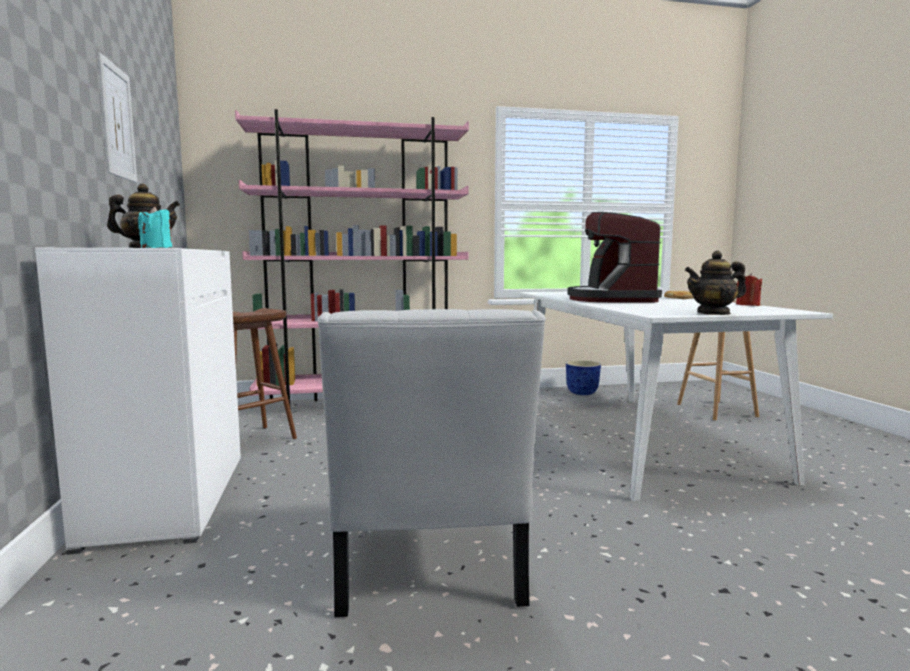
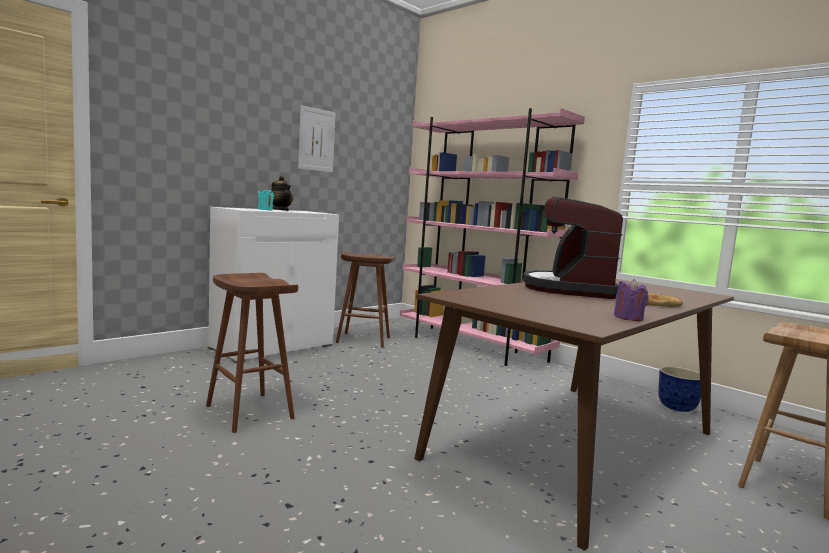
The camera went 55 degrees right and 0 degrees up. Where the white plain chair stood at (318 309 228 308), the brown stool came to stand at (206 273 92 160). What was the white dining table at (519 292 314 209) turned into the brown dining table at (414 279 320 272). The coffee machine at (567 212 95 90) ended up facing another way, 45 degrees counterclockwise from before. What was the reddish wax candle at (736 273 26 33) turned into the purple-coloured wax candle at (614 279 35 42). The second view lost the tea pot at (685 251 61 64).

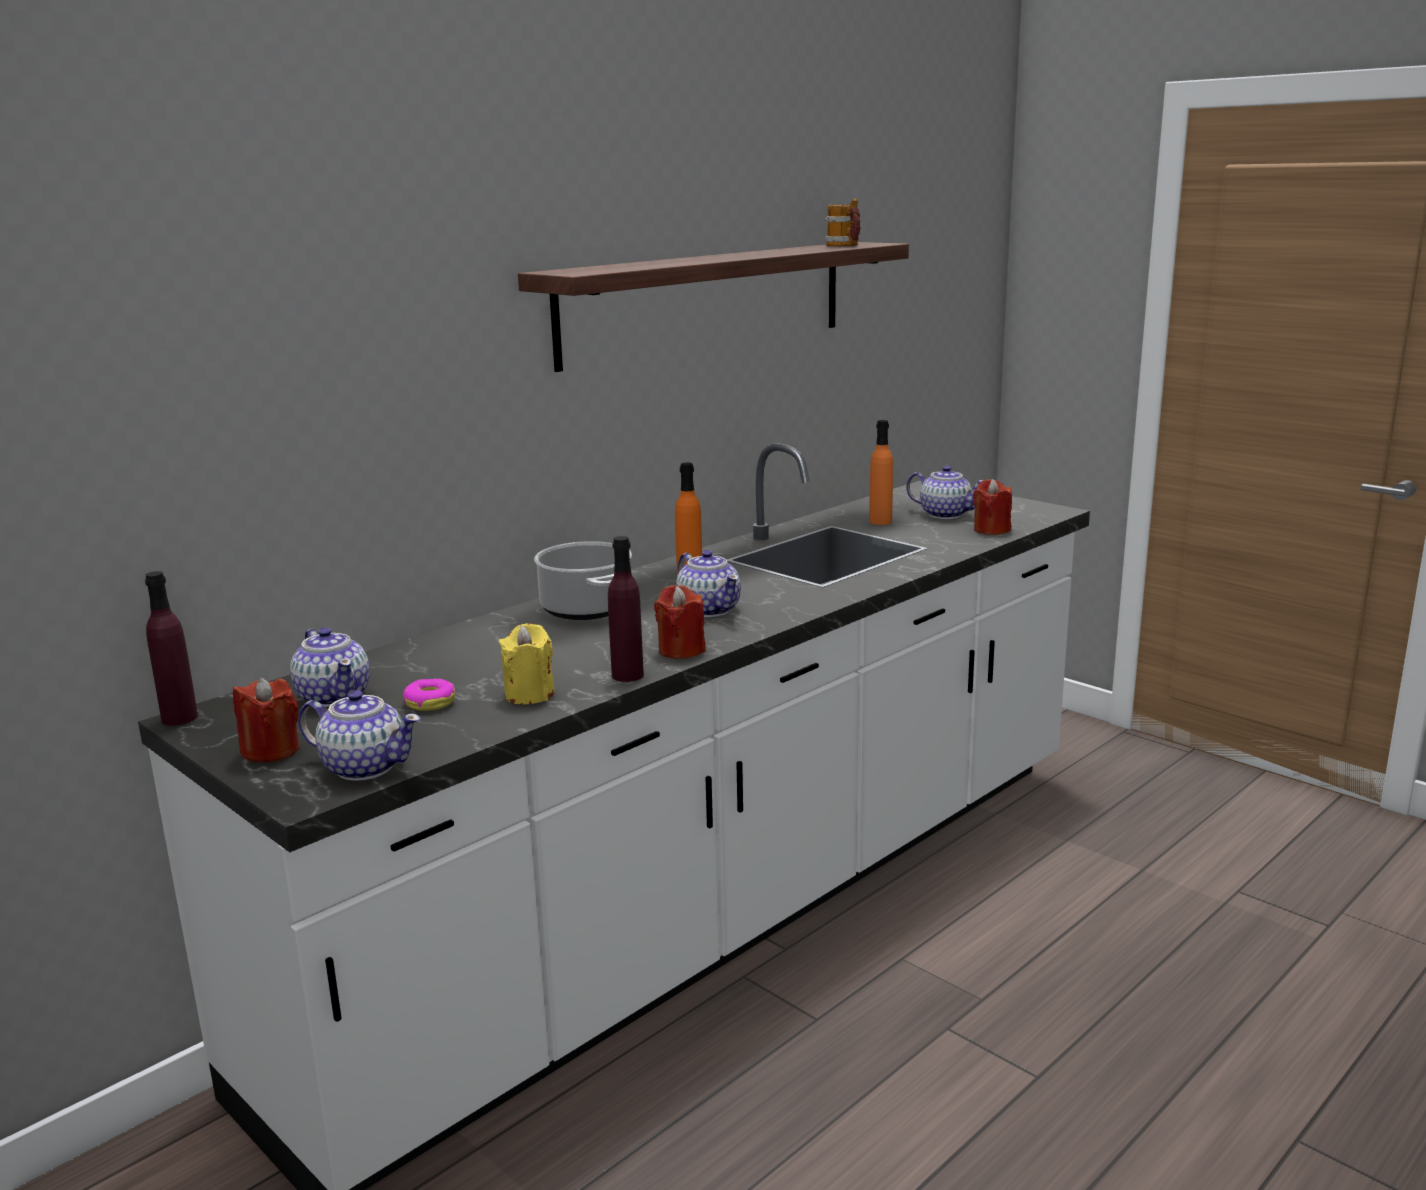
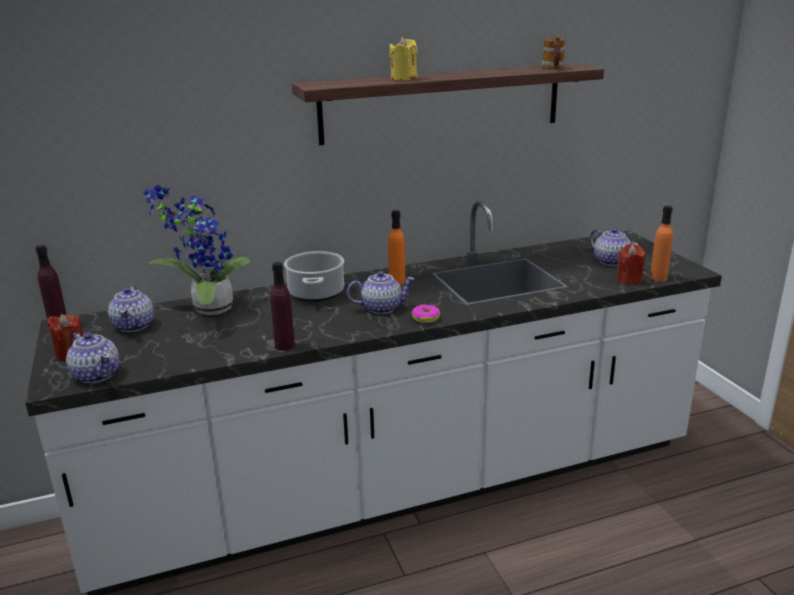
The camera went 25 degrees right and 5 degrees up. The second view gained the plant in a pot at (143 184 108 131). The tea pot at (676 550 65 67) ended up facing another way, 90 degrees counterclockwise from before. The yellowish wax candle ended up elsewhere, having gone from (499 623 56 81) to (389 37 29 43). The ring doughnut ended up elsewhere, having gone from (403 679 52 32) to (412 304 28 19). The orange beverage bottle ended up elsewhere, having gone from (869 420 24 105) to (650 206 23 76). The second view lost the reddish wax candle at (654 585 52 74).

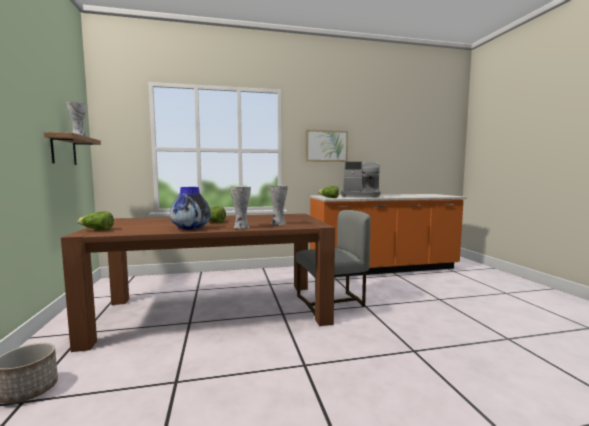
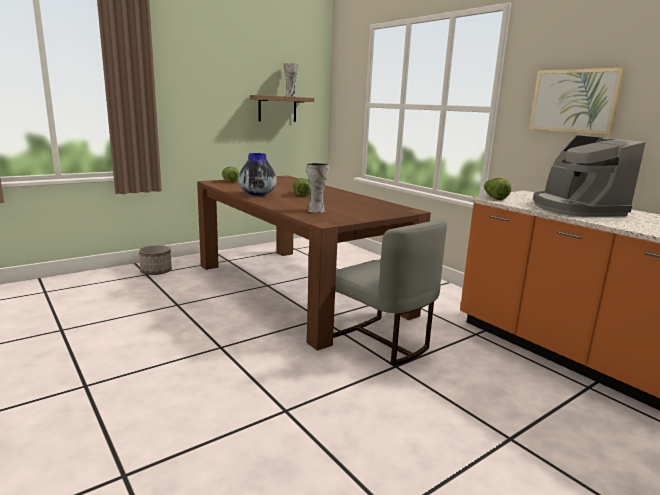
The camera went 65 degrees right and 10 degrees up. The second view lost the vase at (230 187 21 42).

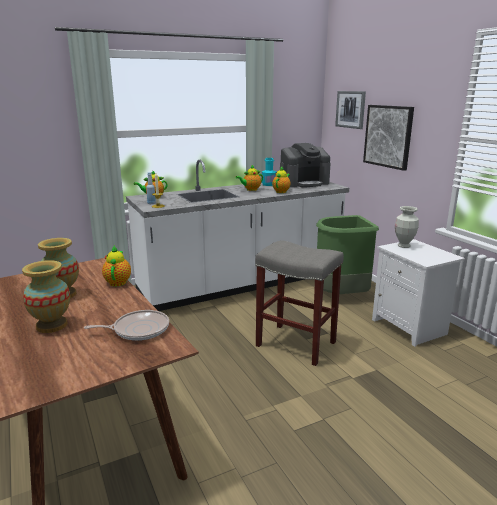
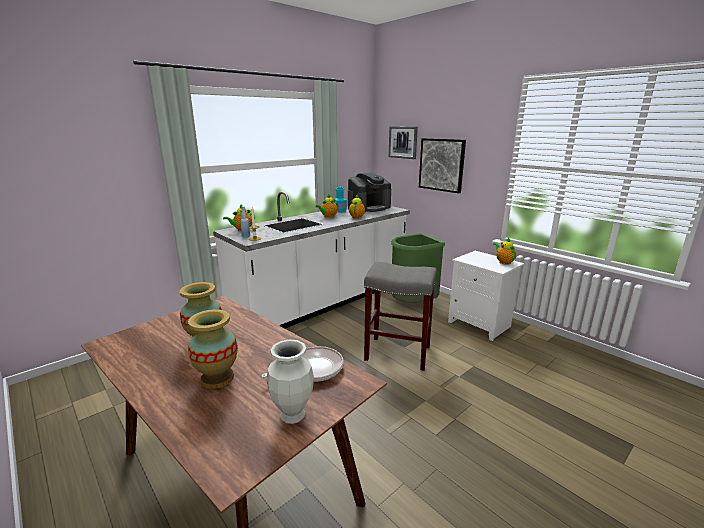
The camera went 15 degrees left and 0 degrees up. The vase ended up elsewhere, having gone from (395 206 24 42) to (267 340 47 84). The tea pot ended up elsewhere, having gone from (102 245 29 41) to (493 238 23 27).

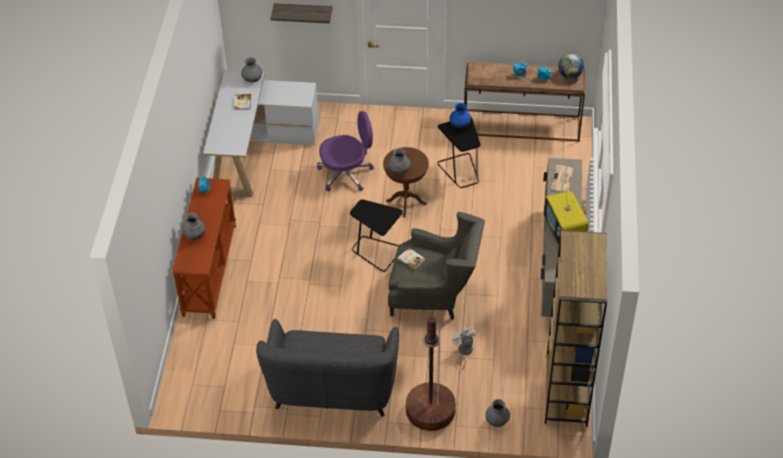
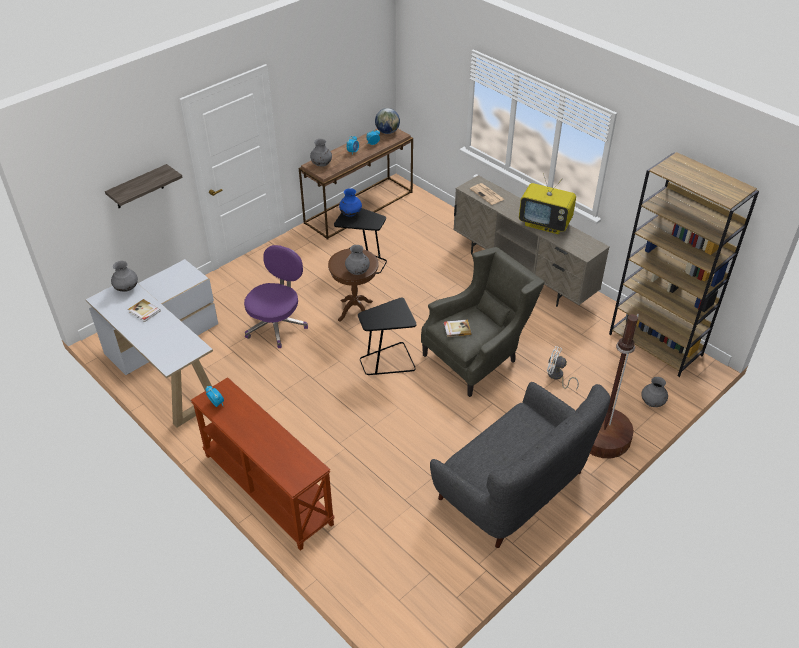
The camera went 50 degrees left and 5 degrees down. The greyish vase ended up elsewhere, having gone from (182 213 23 27) to (310 139 22 28).

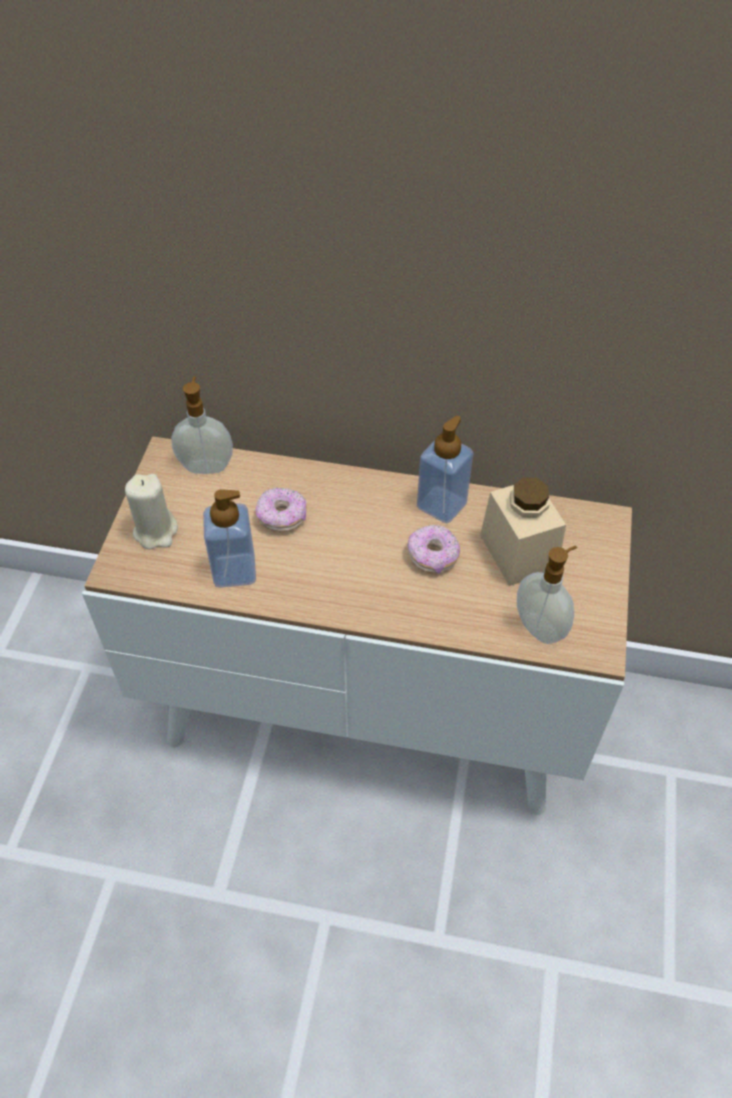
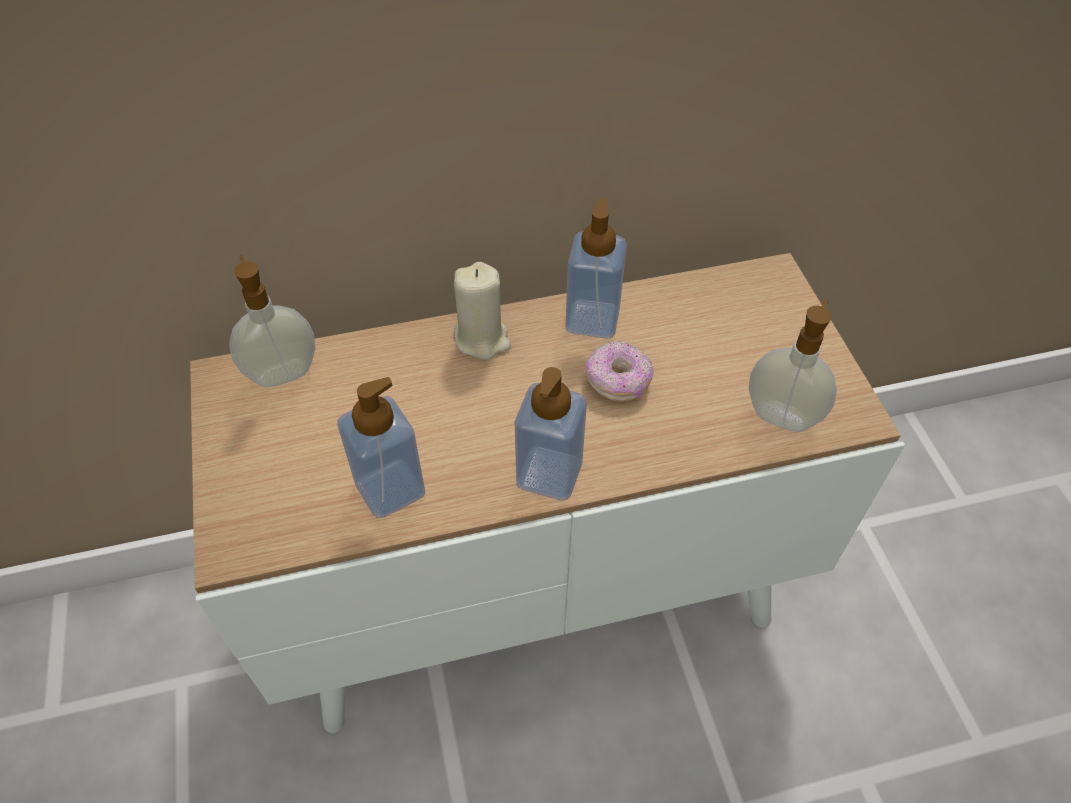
The camera went 25 degrees left and 0 degrees up. The beige wax candle ended up elsewhere, having gone from (125 474 53 75) to (454 262 57 98). The second view gained the soap dispenser at (515 367 72 133). The second view lost the ring doughnut at (256 488 51 44). The second view lost the beige jar at (480 478 86 108).

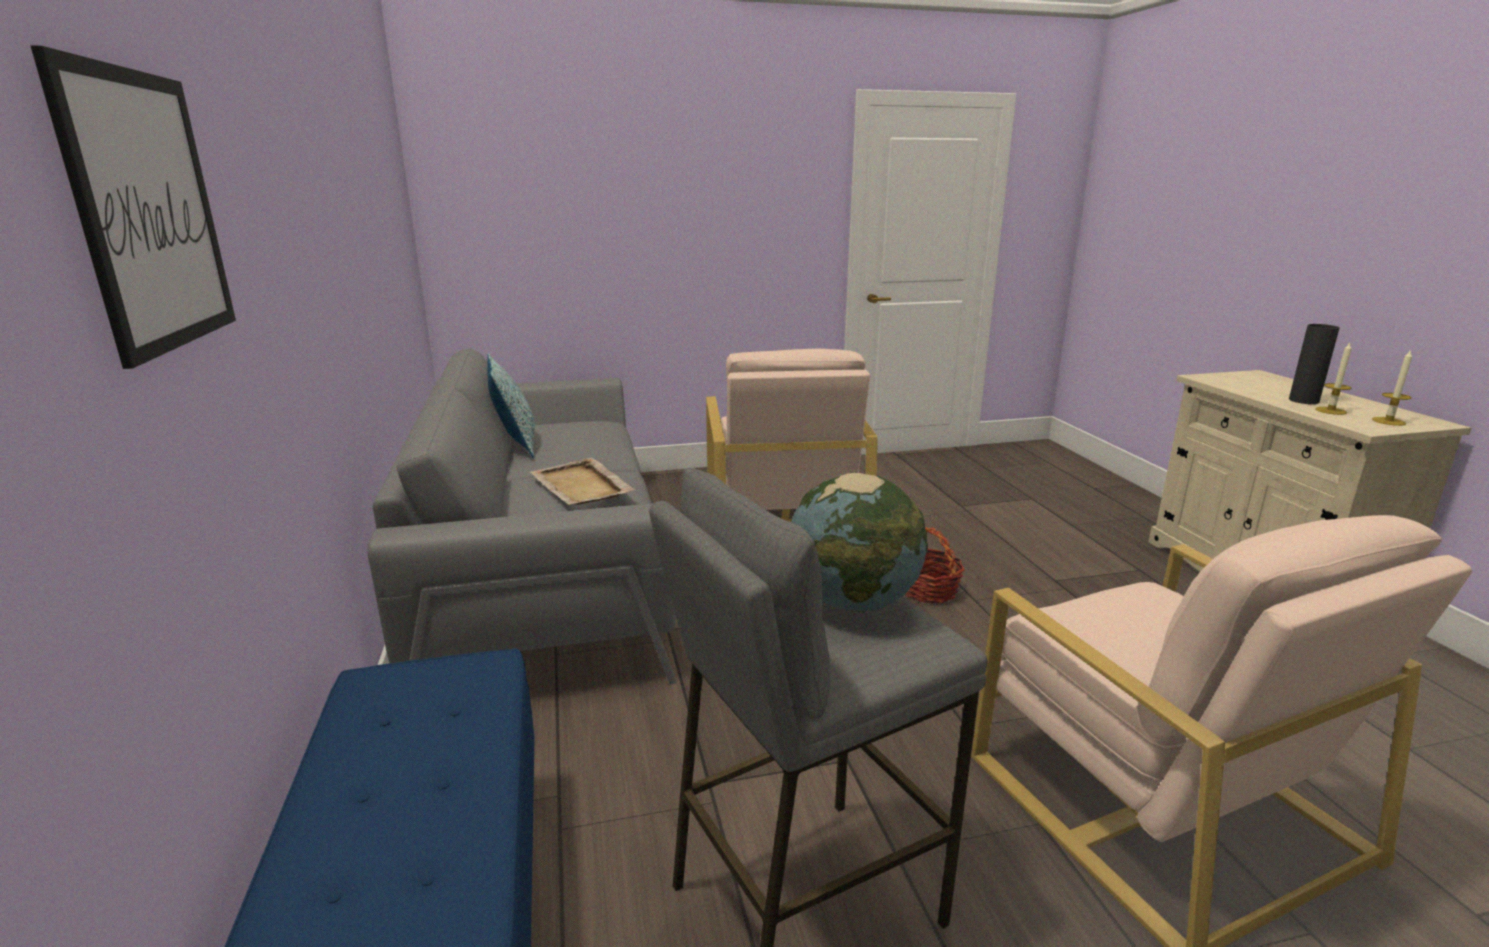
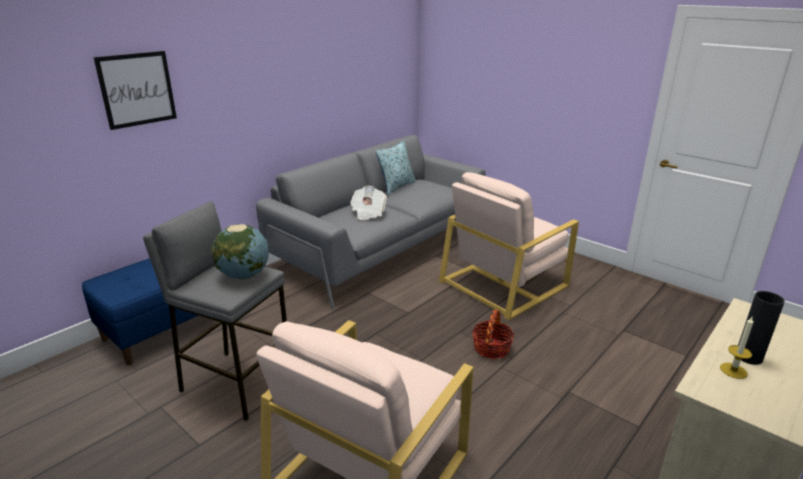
The camera went 55 degrees right and 5 degrees up. Where the beige carrying tray stood at (529 458 106 47), the printed paper came to stand at (350 186 37 34). The second view lost the wax candle at (1372 350 41 76).

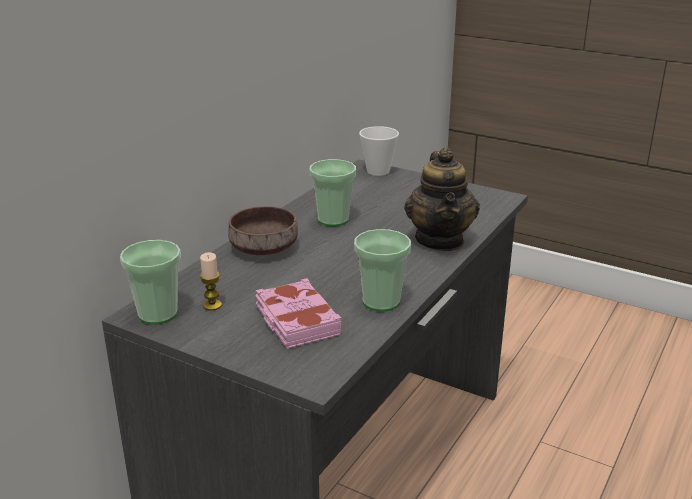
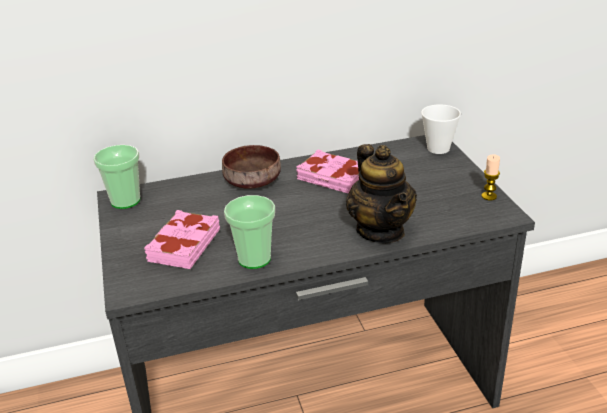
The camera went 45 degrees right and 5 degrees up. Where the cup stood at (310 159 46 68), the pink-coloured volume came to stand at (297 149 62 45). The tea pot at (404 147 76 104) ended up facing another way, 60 degrees counterclockwise from before. The wax candle ended up elsewhere, having gone from (200 252 22 59) to (481 154 19 46).

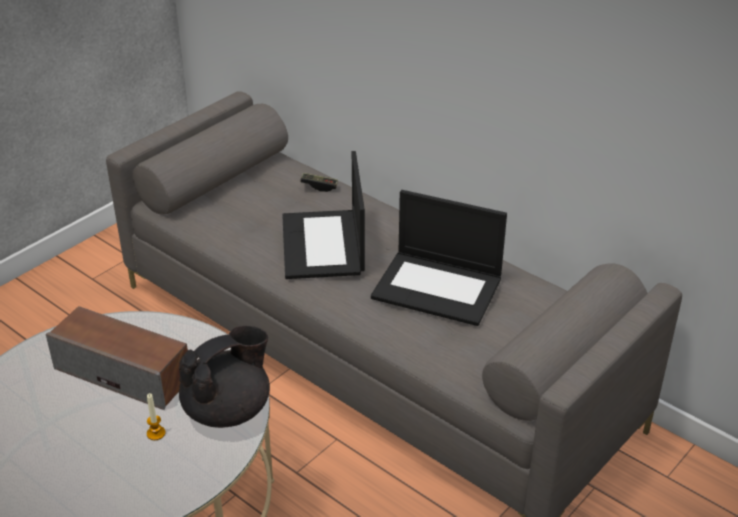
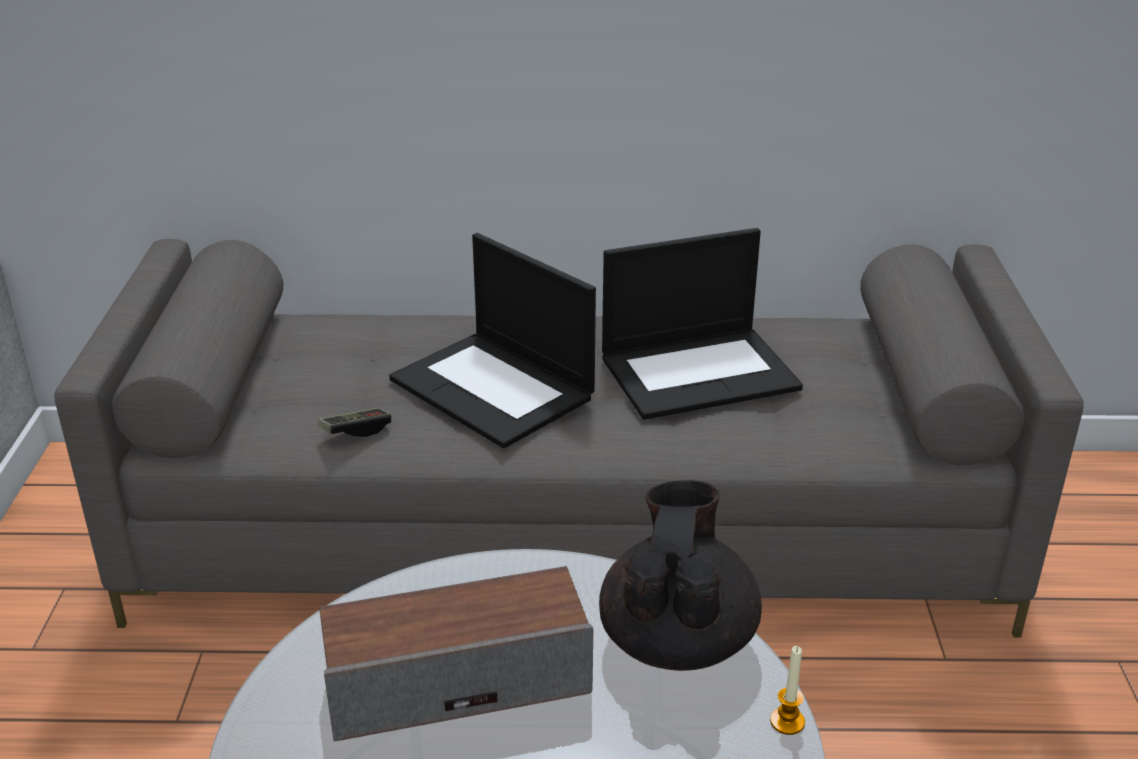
The camera went 40 degrees left and 5 degrees down. The game controller ended up elsewhere, having gone from (300 173 38 19) to (318 408 73 29). The wax candle ended up elsewhere, having gone from (147 393 18 47) to (770 646 35 89).

